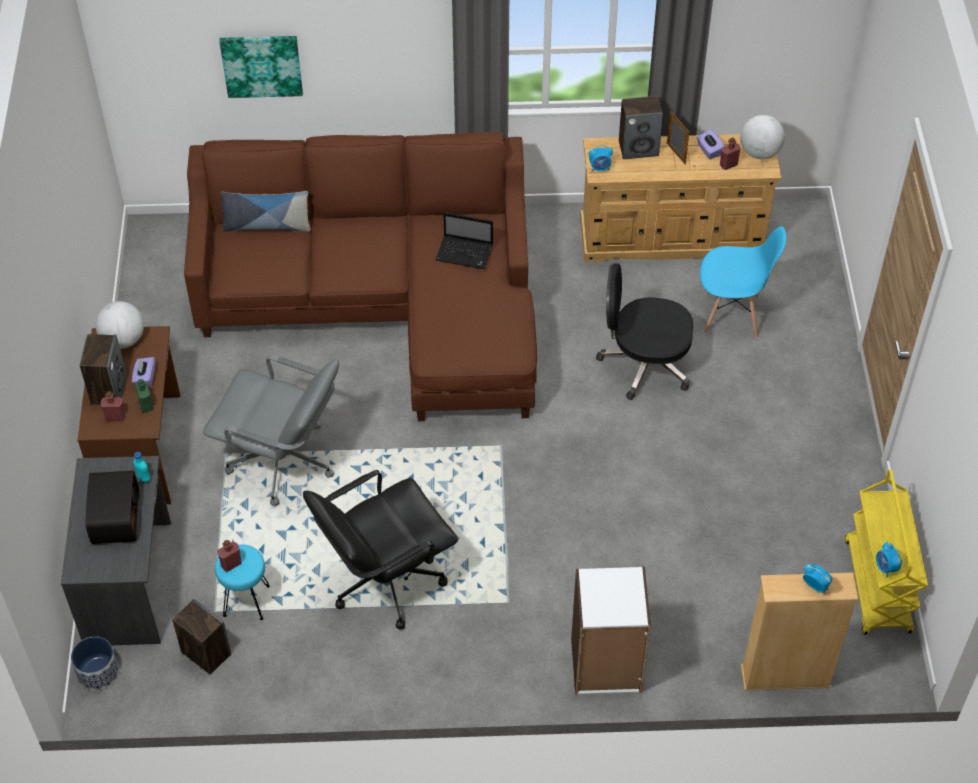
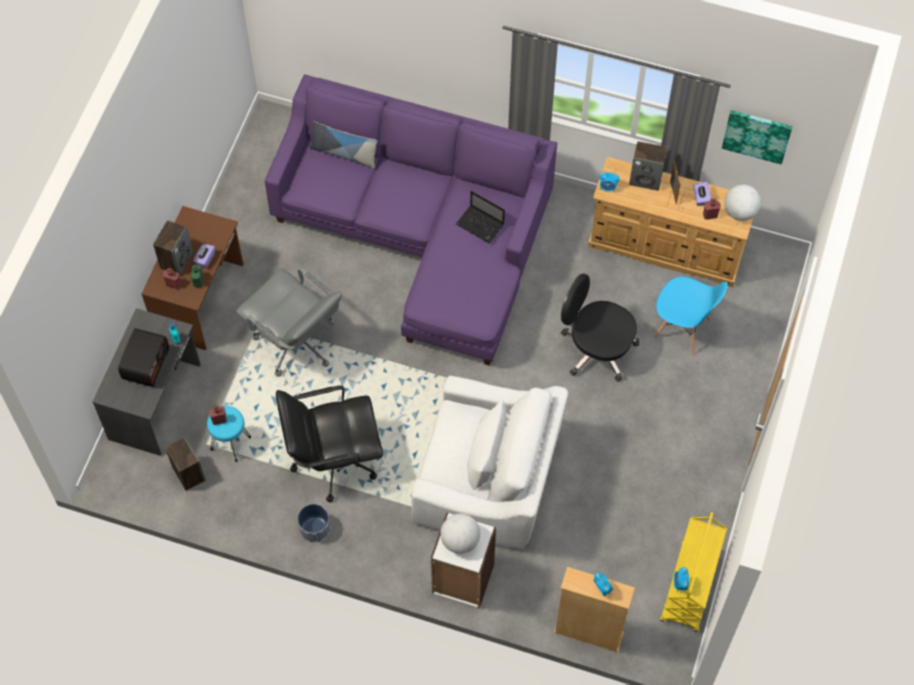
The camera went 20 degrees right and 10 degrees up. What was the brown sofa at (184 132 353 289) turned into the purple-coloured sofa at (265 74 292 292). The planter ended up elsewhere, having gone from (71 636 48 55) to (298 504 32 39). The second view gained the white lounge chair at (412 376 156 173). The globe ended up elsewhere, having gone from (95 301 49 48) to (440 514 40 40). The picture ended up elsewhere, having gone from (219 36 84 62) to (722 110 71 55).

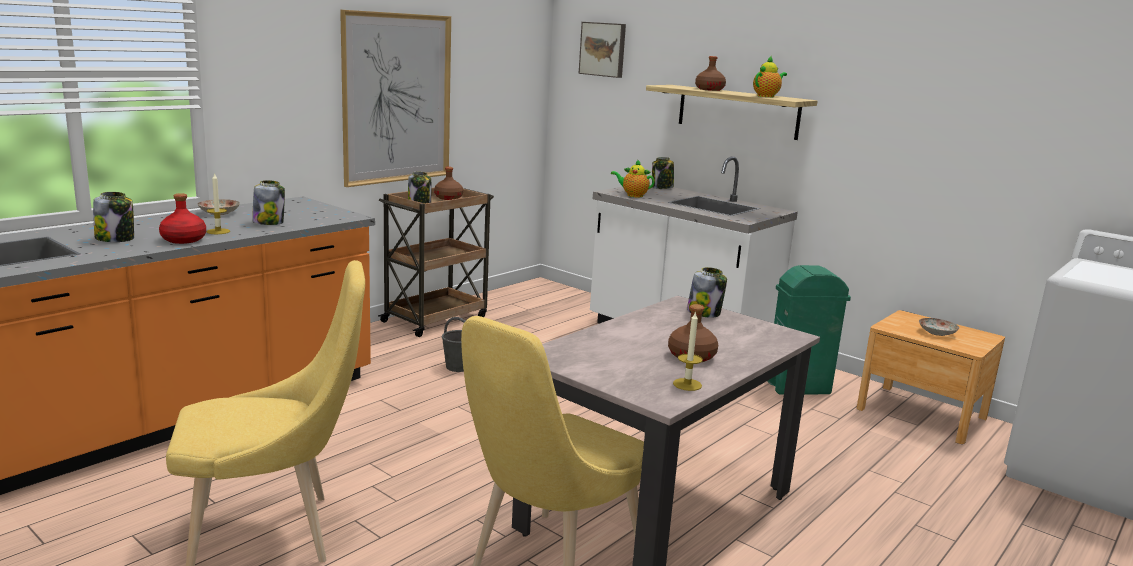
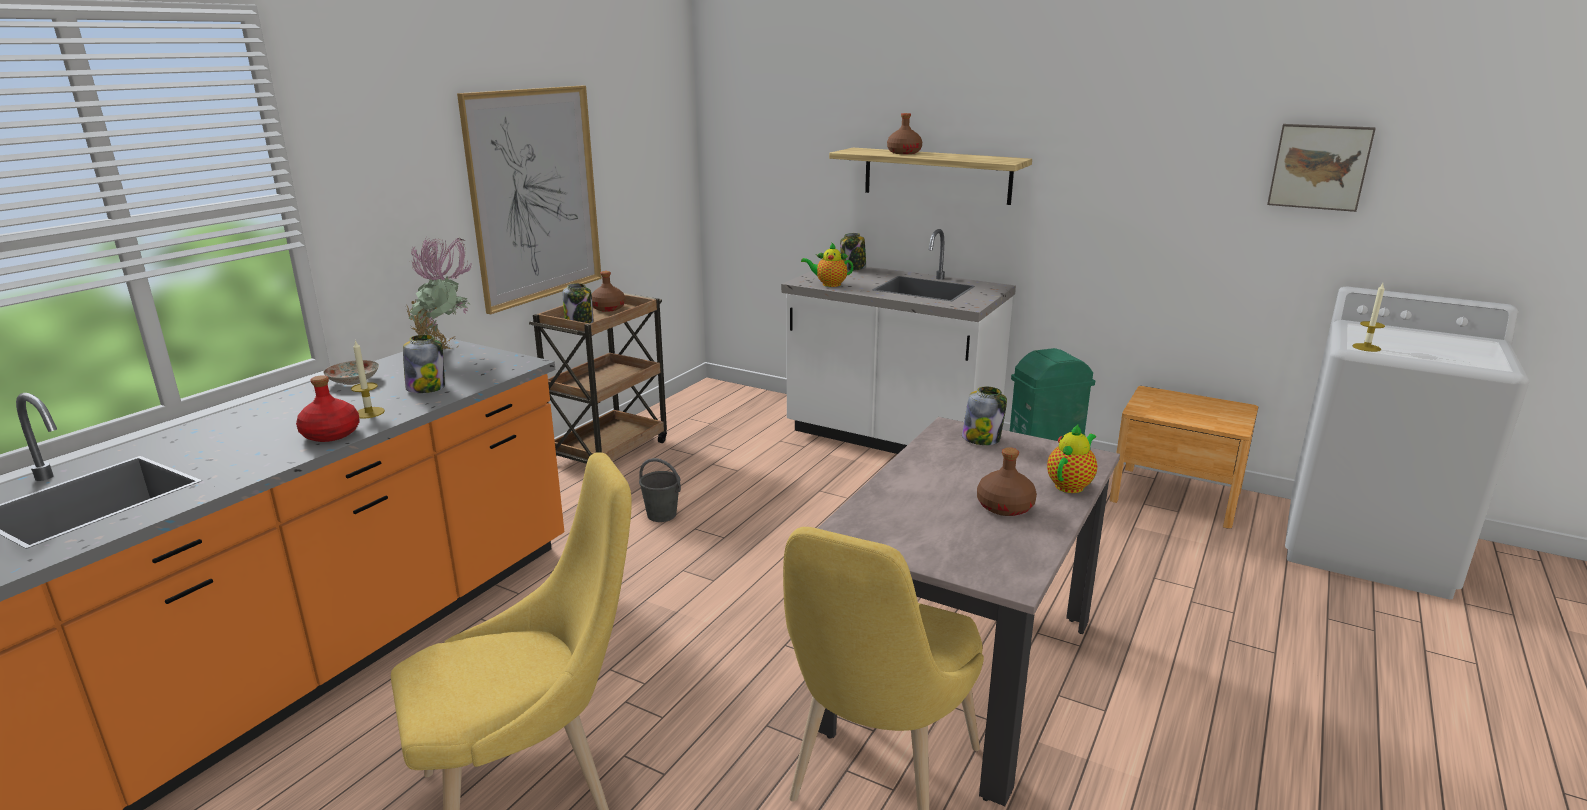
The camera went 10 degrees left and 5 degrees up. The second view gained the plant in a pot at (407 238 67 111). The tea pot ended up elsewhere, having gone from (753 56 34 41) to (1047 423 50 70). The picture ended up elsewhere, having gone from (579 22 47 56) to (1267 124 109 88). The wax candle ended up elsewhere, having gone from (673 311 30 80) to (1352 283 33 69). The second view lost the jar at (93 192 41 50). The second view lost the flat dish at (919 318 40 18).

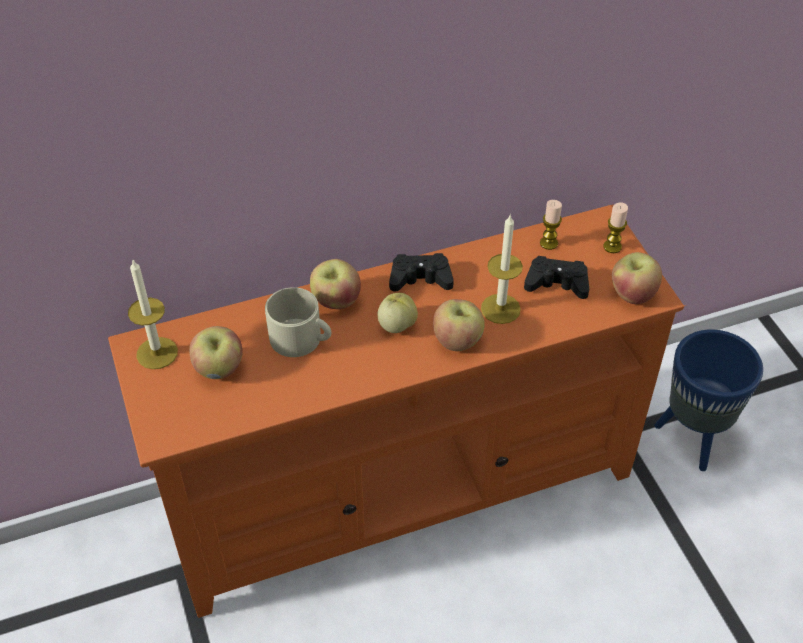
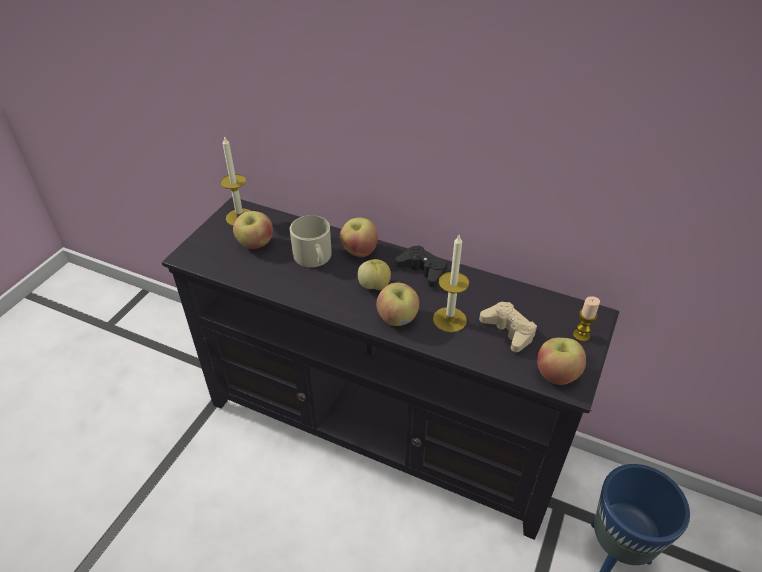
The camera went 45 degrees right and 5 degrees down. What was the orange media console at (108 204 578 414) turned into the blackish media console at (162 197 457 343). What was the blackish game controller at (524 256 65 43) turned into the beige game controller at (479 302 58 50). The second view lost the wax candle at (540 200 22 50).

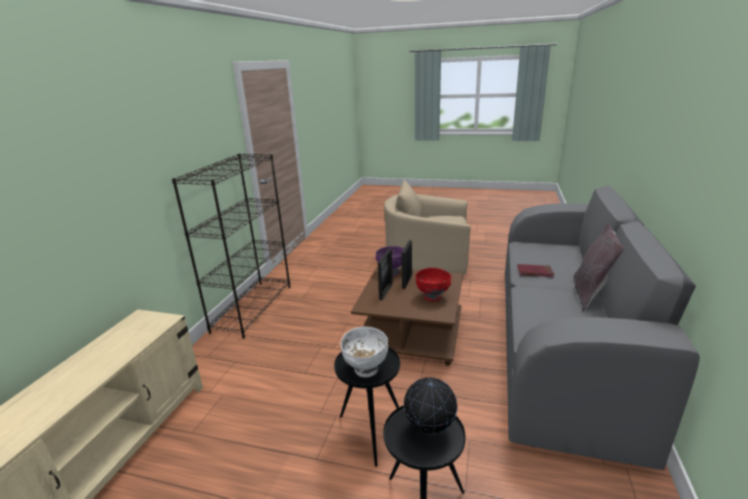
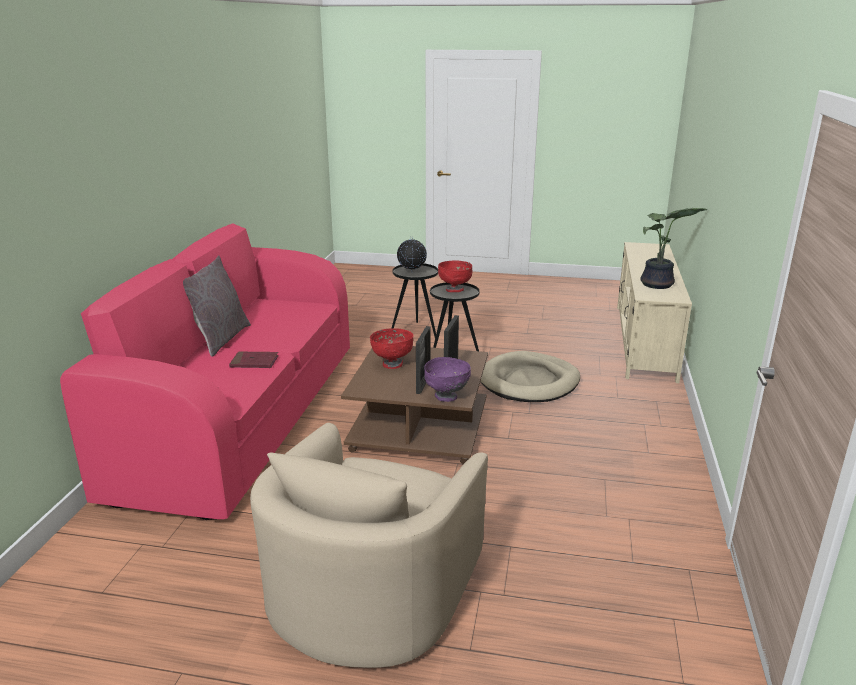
The camera went 175 degrees right and 0 degrees up. What was the greyish sofa at (505 185 195 285) turned into the pink-coloured sofa at (60 223 290 297). The beige lounge chair at (384 180 87 94) ended up facing another way, 105 degrees clockwise from before. What was the white deep dish at (341 326 47 51) turned into the reddish deep dish at (438 260 35 32). The second view gained the beige dog cushion at (480 351 100 51). The second view gained the plant in a pot at (640 208 67 81). The second view lost the blackish bookshelf at (172 154 119 185).

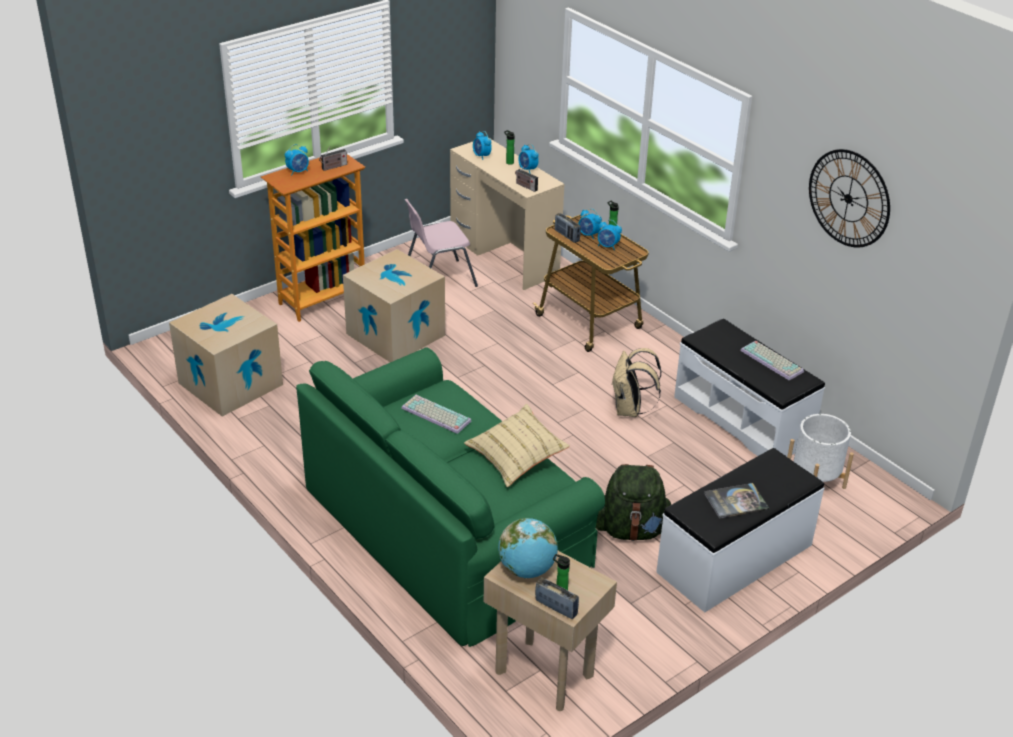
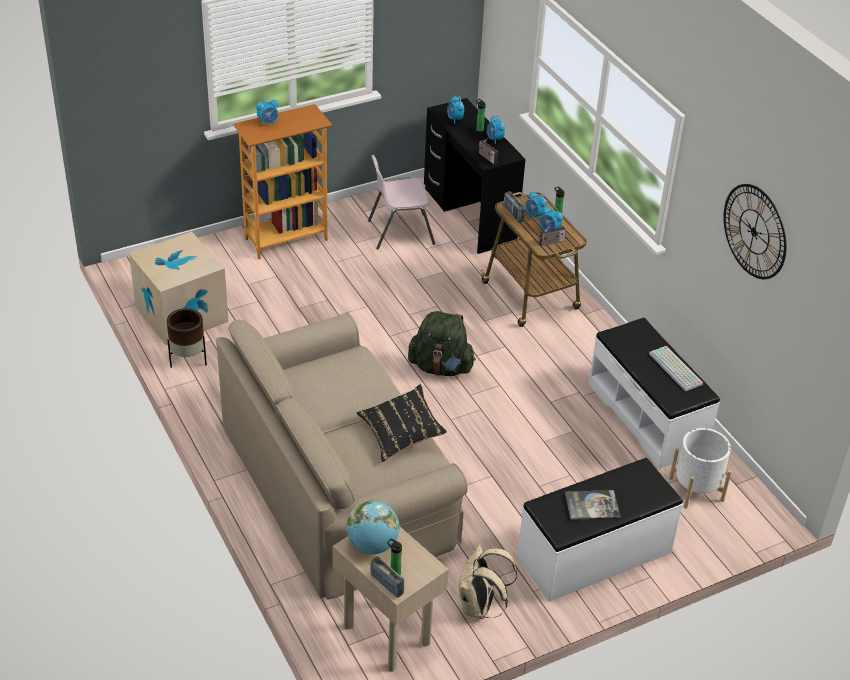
The camera went 10 degrees right and 5 degrees up. The second view gained the brown planter at (167 308 40 60). What was the green sofa at (296 347 309 300) turned into the beige sofa at (216 313 252 286). What was the beige pillow at (464 404 106 83) turned into the blackish pillow at (357 384 90 78). The green knapsack ended up elsewhere, having gone from (596 464 75 77) to (408 311 68 65). What was the beige desk unit at (450 139 114 151) turned into the blackish desk unit at (424 98 101 156). The beige knapsack ended up elsewhere, having gone from (611 348 51 69) to (459 544 58 75). The radio ended up elsewhere, having gone from (319 146 28 25) to (539 225 27 21). The second view lost the cardboard box at (343 249 102 113). The second view lost the keyboard at (401 395 70 39).

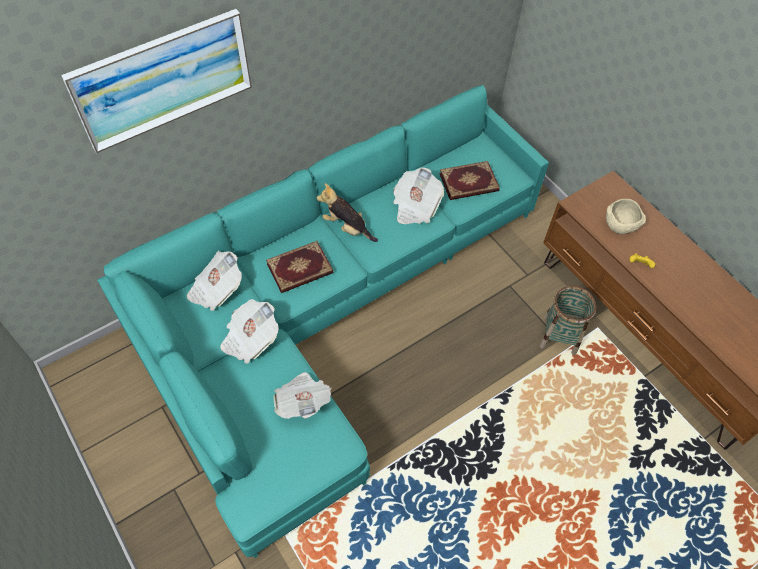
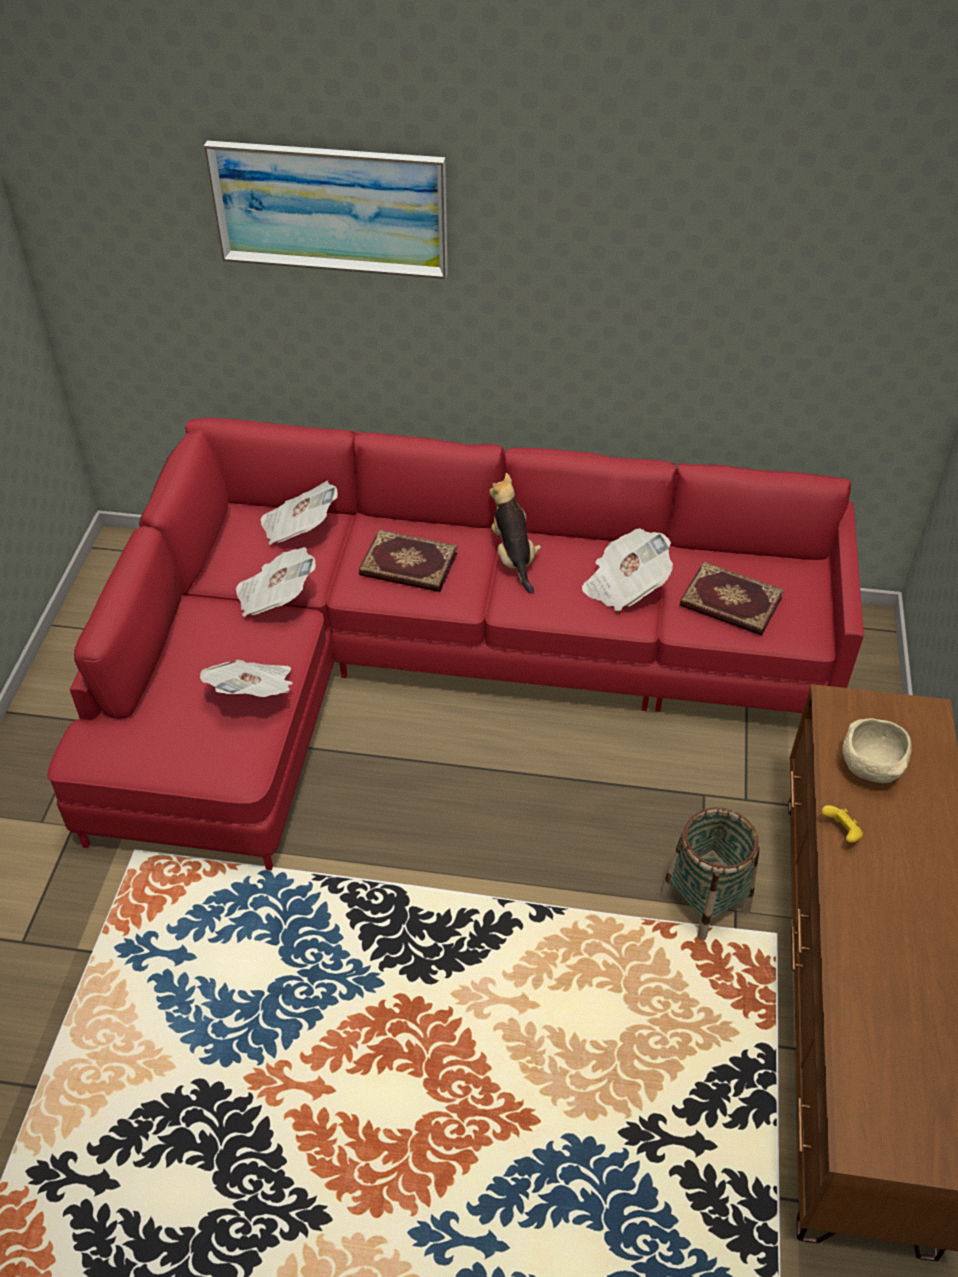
The camera went 45 degrees right and 10 degrees down. What was the turquoise sofa at (97 85 452 473) turned into the reddish sofa at (47 417 817 454).

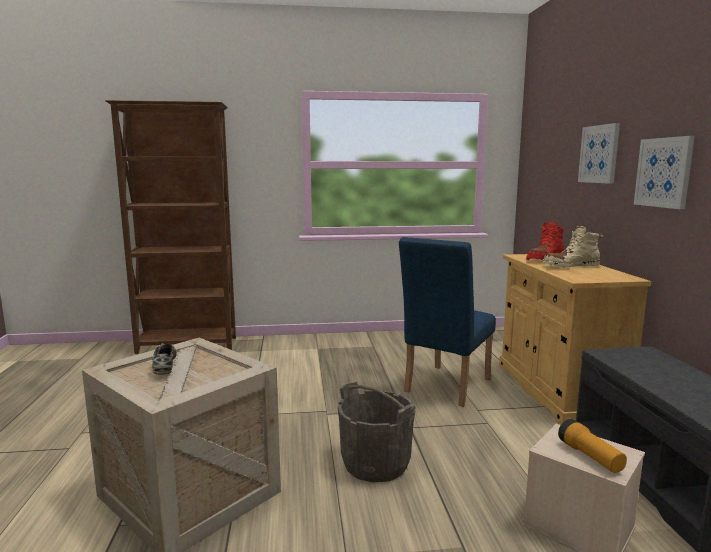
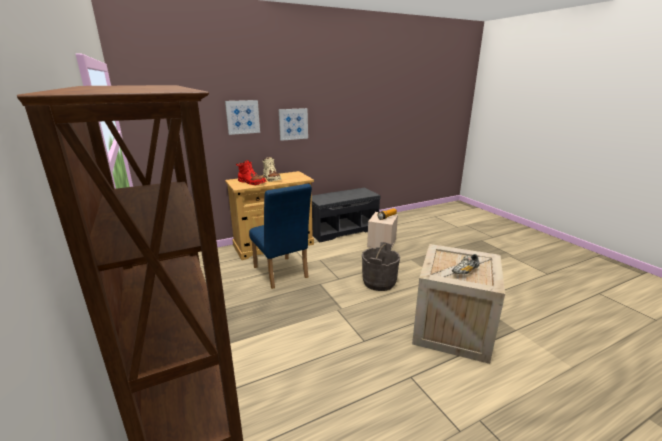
The camera went 110 degrees left and 10 degrees up. The blue-coloured plain chair at (399 237 97 170) ended up facing another way, 45 degrees clockwise from before.

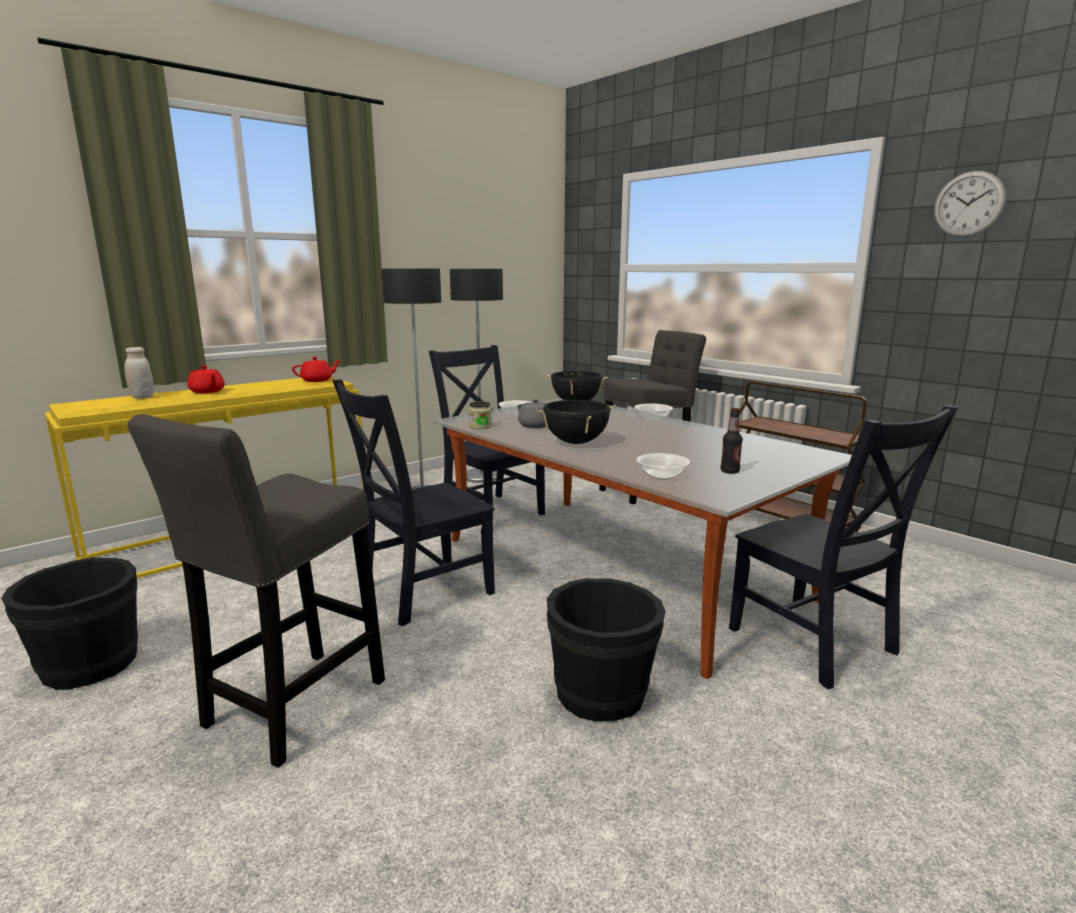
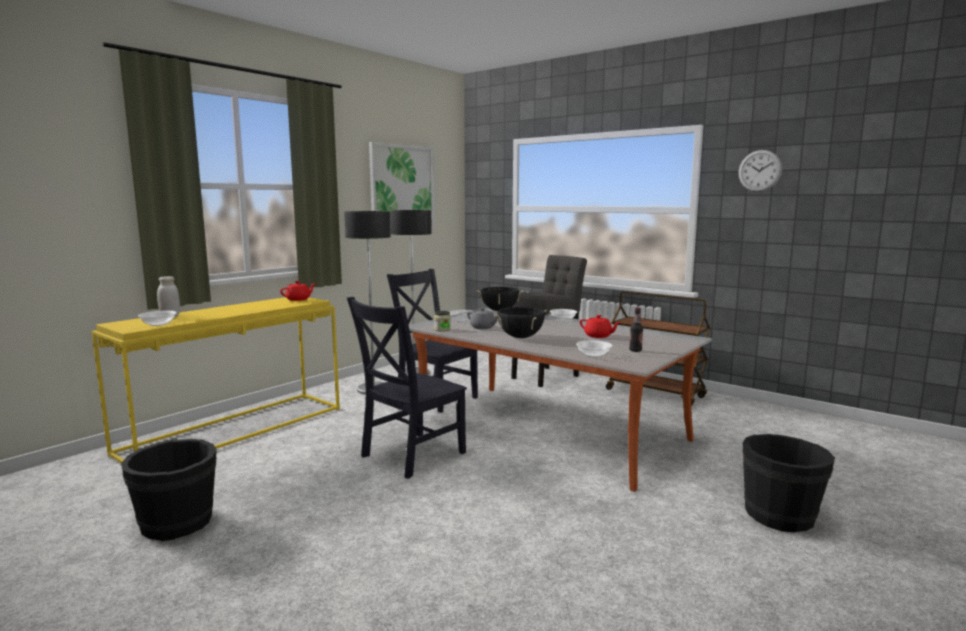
The camera went 10 degrees left and 5 degrees down. The second view gained the deep dish at (138 311 39 15). The second view gained the picture at (369 142 66 89). The reddish tea pot ended up elsewhere, having gone from (187 365 38 28) to (580 315 41 23). The blackish bucket ended up elsewhere, having gone from (547 578 119 144) to (742 434 93 99). The second view lost the greyish stool at (128 414 257 354). The second view lost the blackish plain chair at (729 405 230 284).

